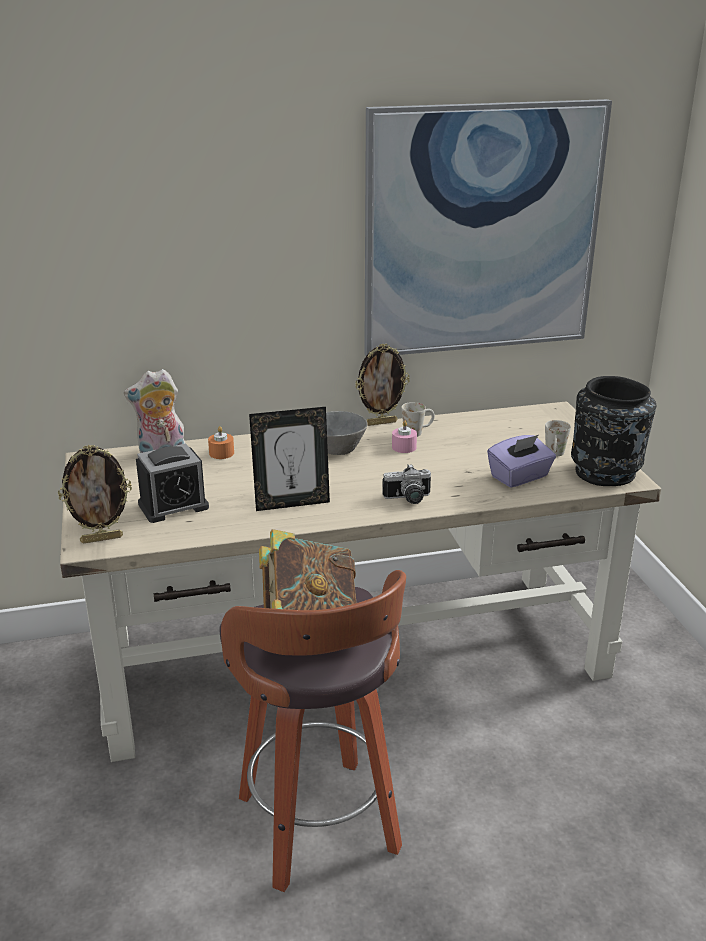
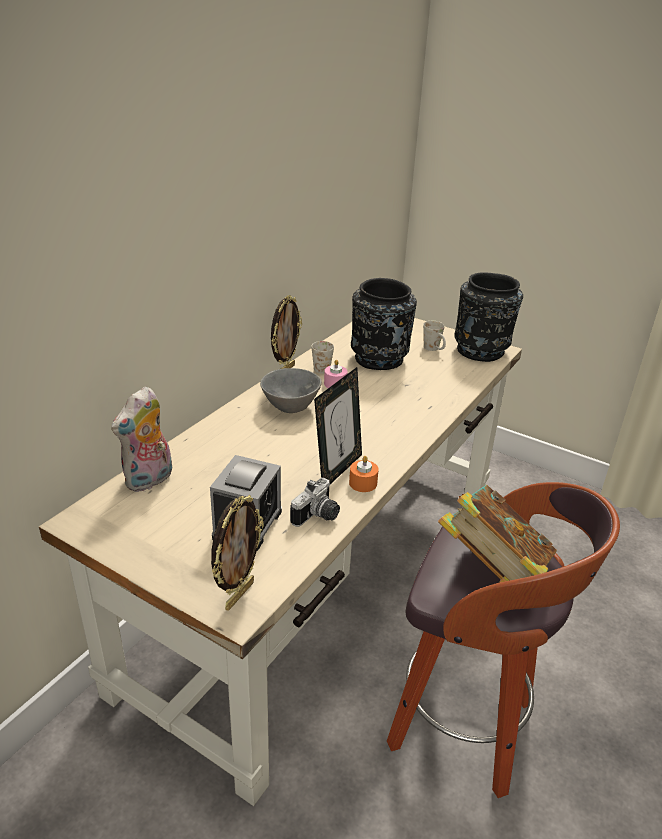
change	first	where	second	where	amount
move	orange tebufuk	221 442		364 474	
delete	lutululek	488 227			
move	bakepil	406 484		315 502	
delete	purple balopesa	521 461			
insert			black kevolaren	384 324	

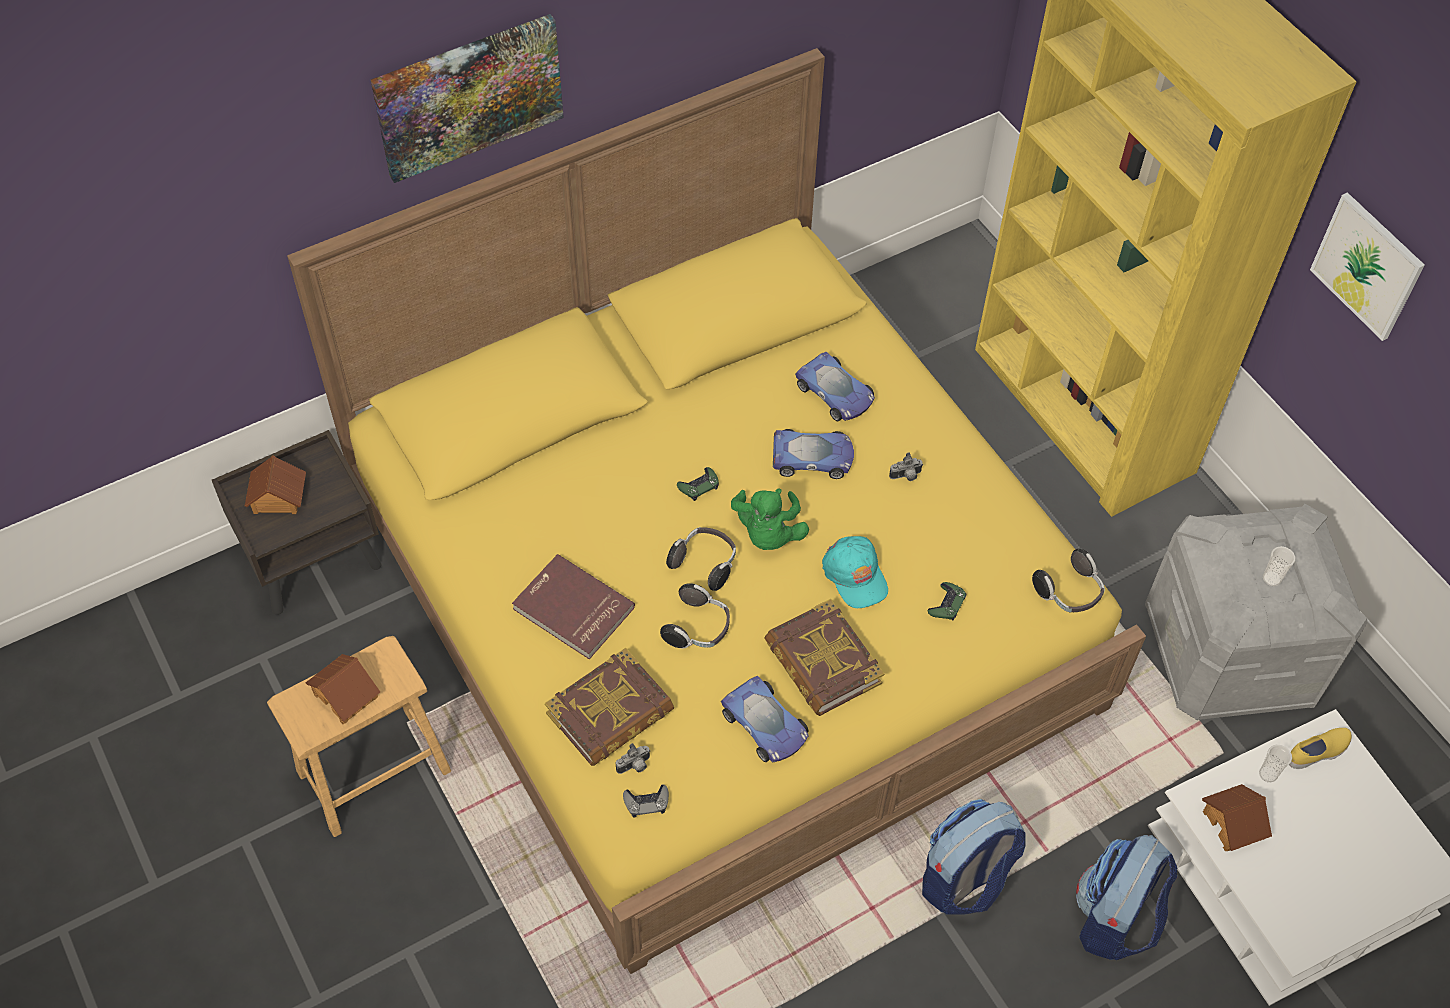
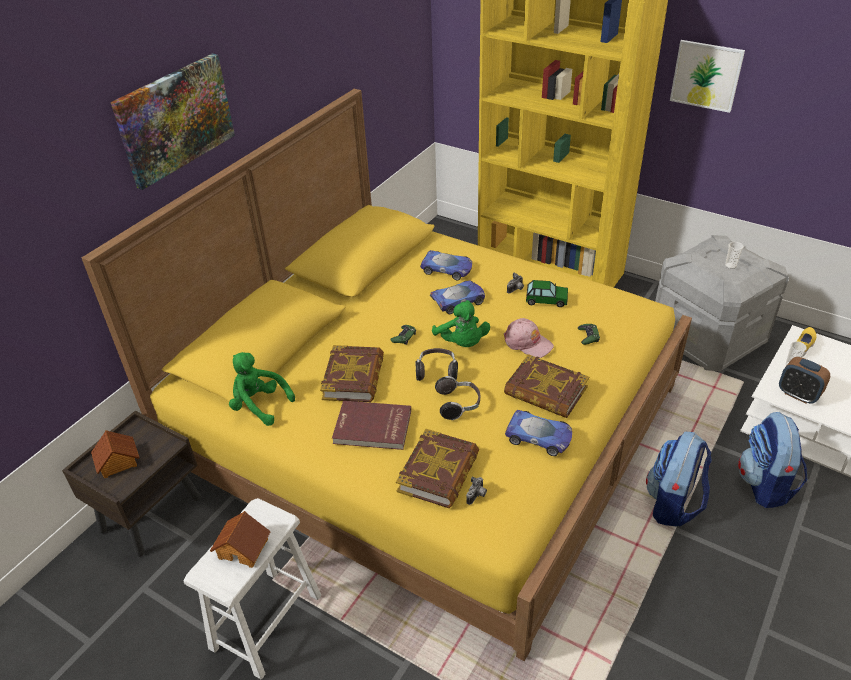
change	first	where	second	where	amount
recolor	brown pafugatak	359 736	white pafugatak	252 588	
delete	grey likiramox	646 801			
recolor	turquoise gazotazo	855 572	pink gazotazo	529 338	
delete	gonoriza	1068 581			
replace	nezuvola	1237 817	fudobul	804 380	
insert			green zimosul	262 389	
insert			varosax	352 373	
insert			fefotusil	547 293	

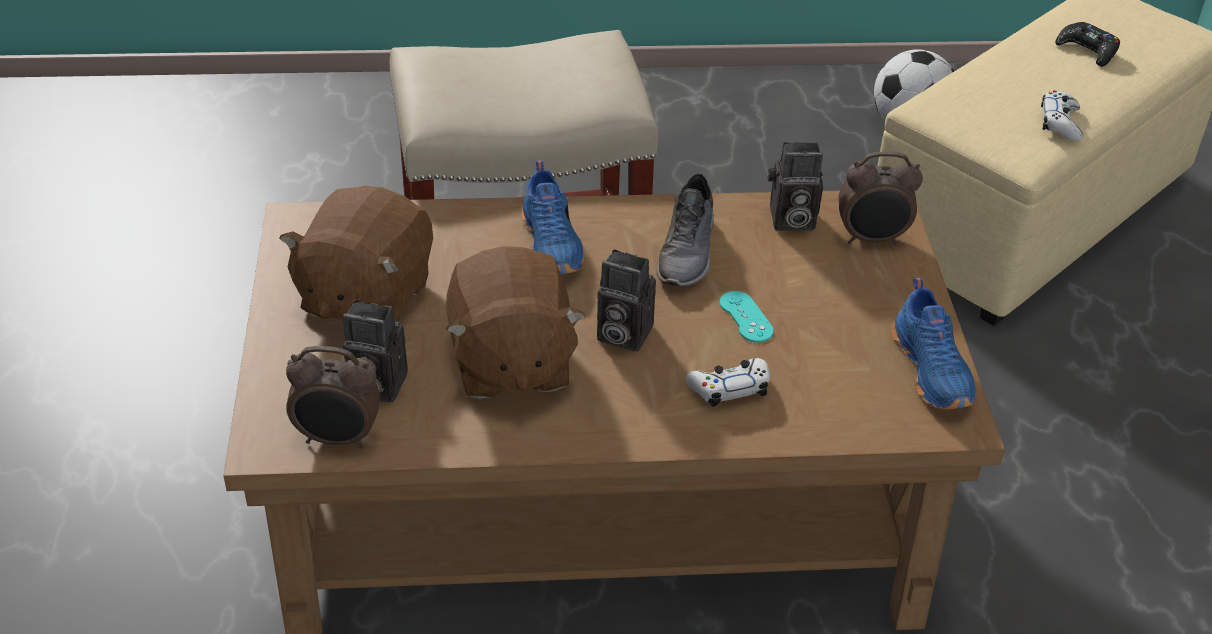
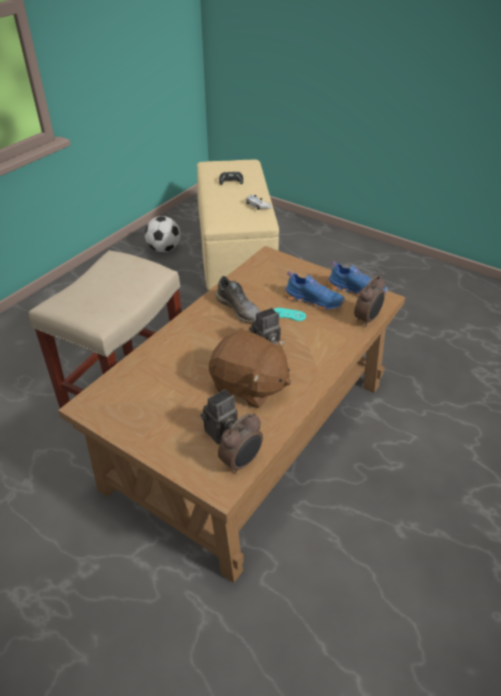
change	first	where	second	where	amount
delete	brown zimosul	356 254			
move	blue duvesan	552 217		314 290	
delete	white likiramox	728 382			
delete	bakepil	795 186			
move	fudobul	881 198		369 301	

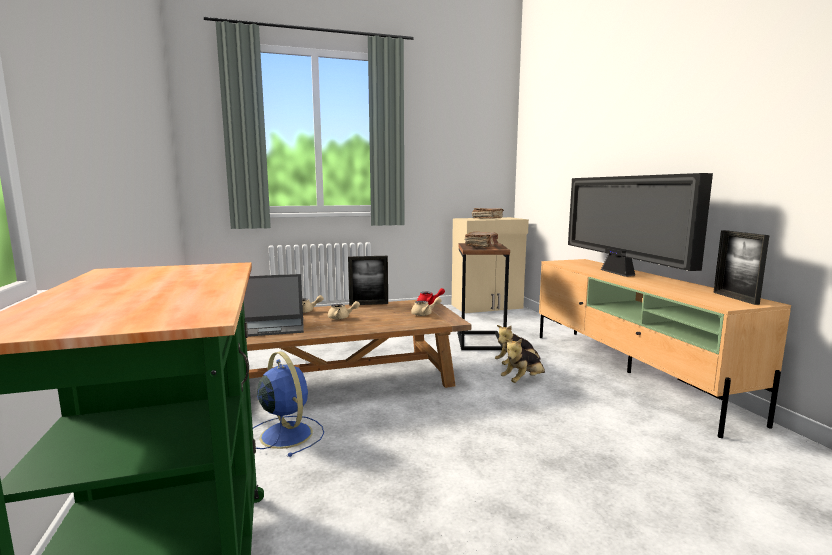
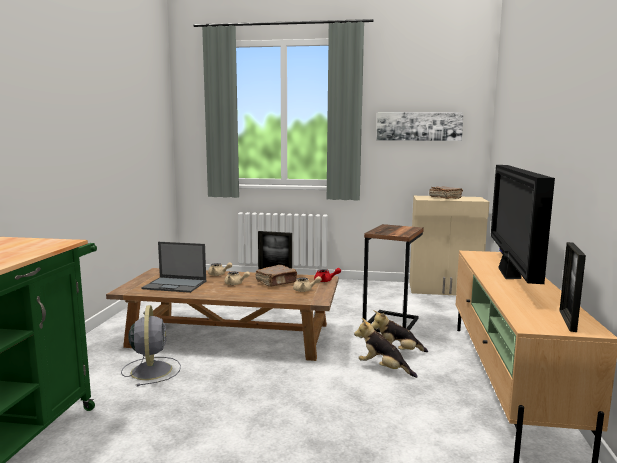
change	first	where	second	where	amount
recolor	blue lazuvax	288 404	grey lazuvax	151 345	
move	brown varosax	481 239		276 276	
rotate	zimosul	523 361		386 348	45 degrees clockwise
insert			lutululek	420 126	

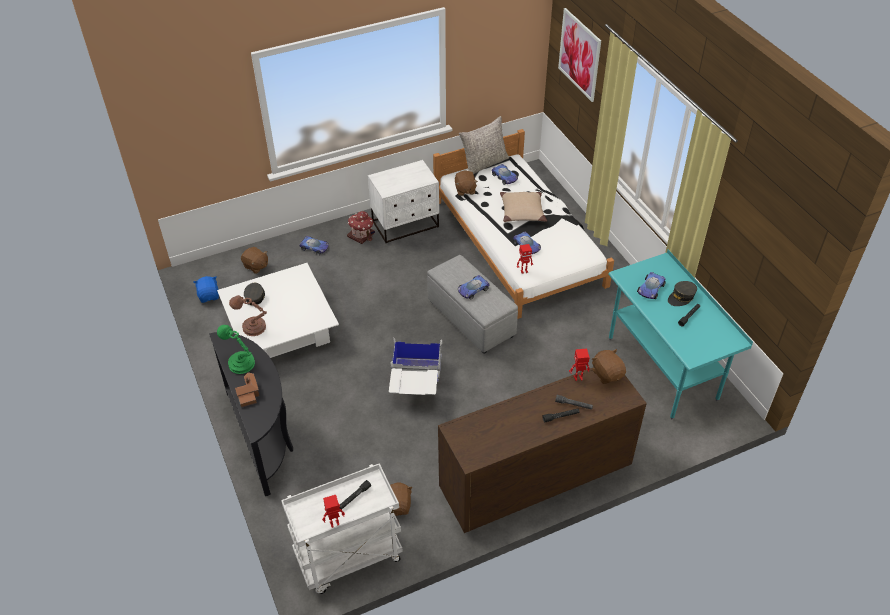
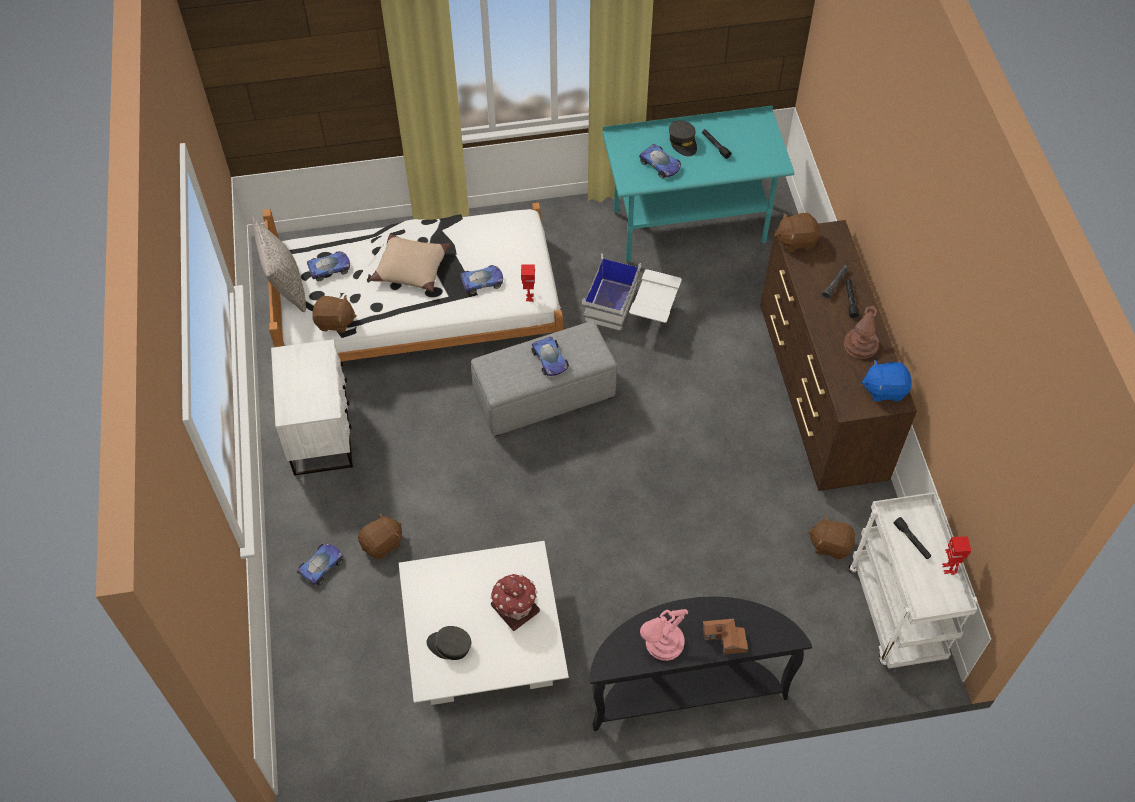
change	first	where	second	where	amount
move	blue zimosul	206 289		886 380	
recolor	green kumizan	236 349	pink kumizan	664 635	
move	brown kumizan	248 315		861 332	
move	brown zimosul	254 260		380 536	
move	nezuvola	361 227		515 602	
move	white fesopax	415 366		632 292	
delete	lutululek	579 55			
delete	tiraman	579 365			

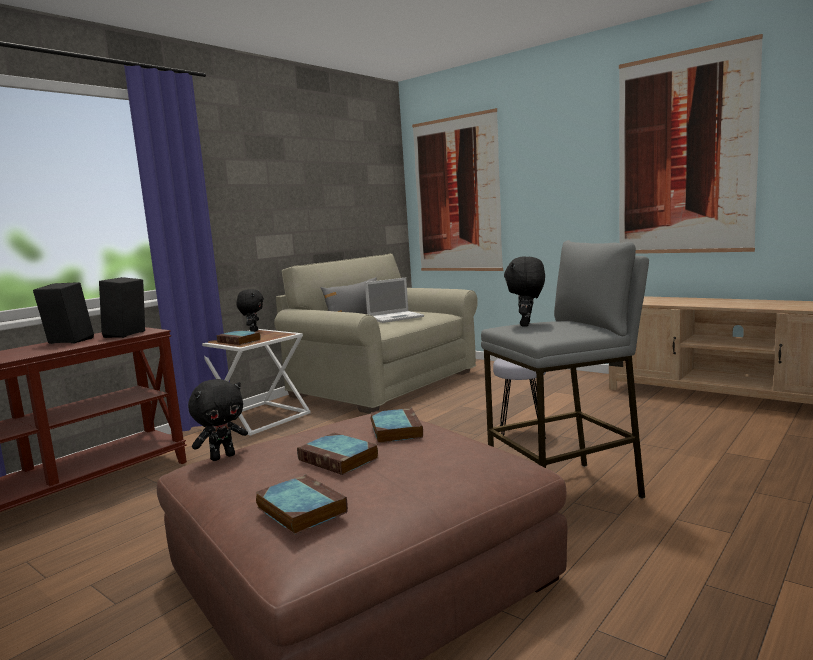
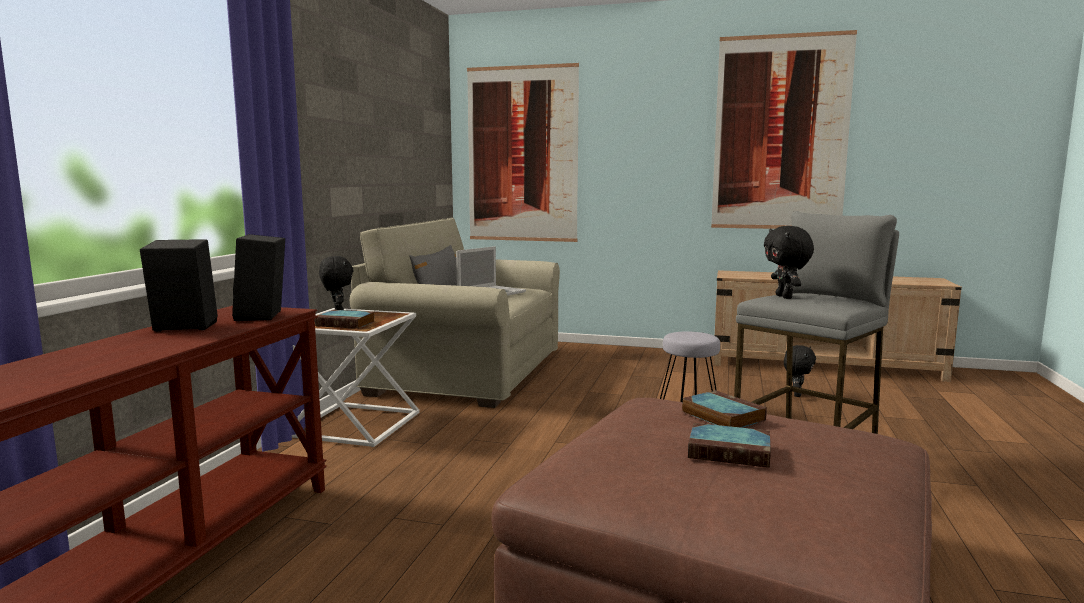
change	first	where	second	where	amount
move	black zimosul	218 420		800 371	
delete	varosax	301 504			

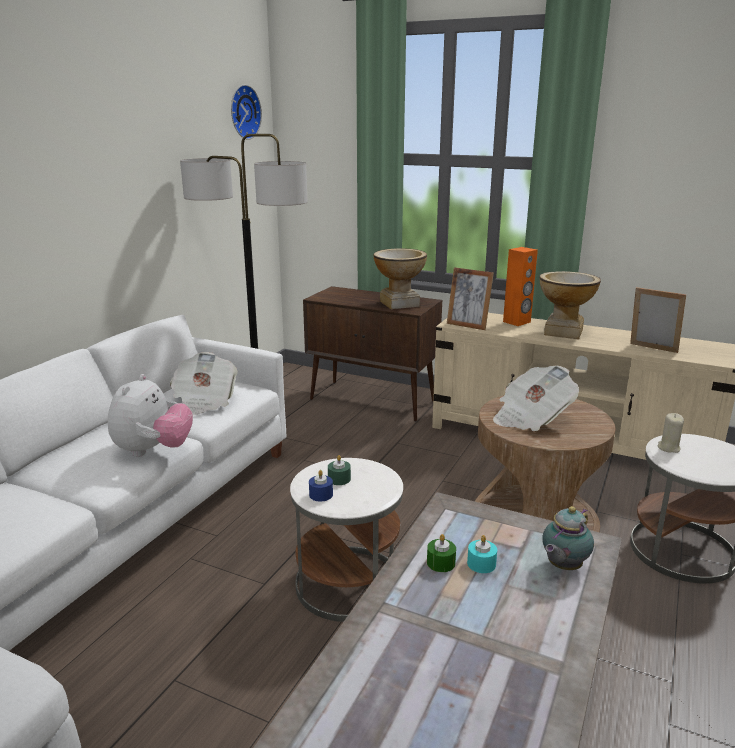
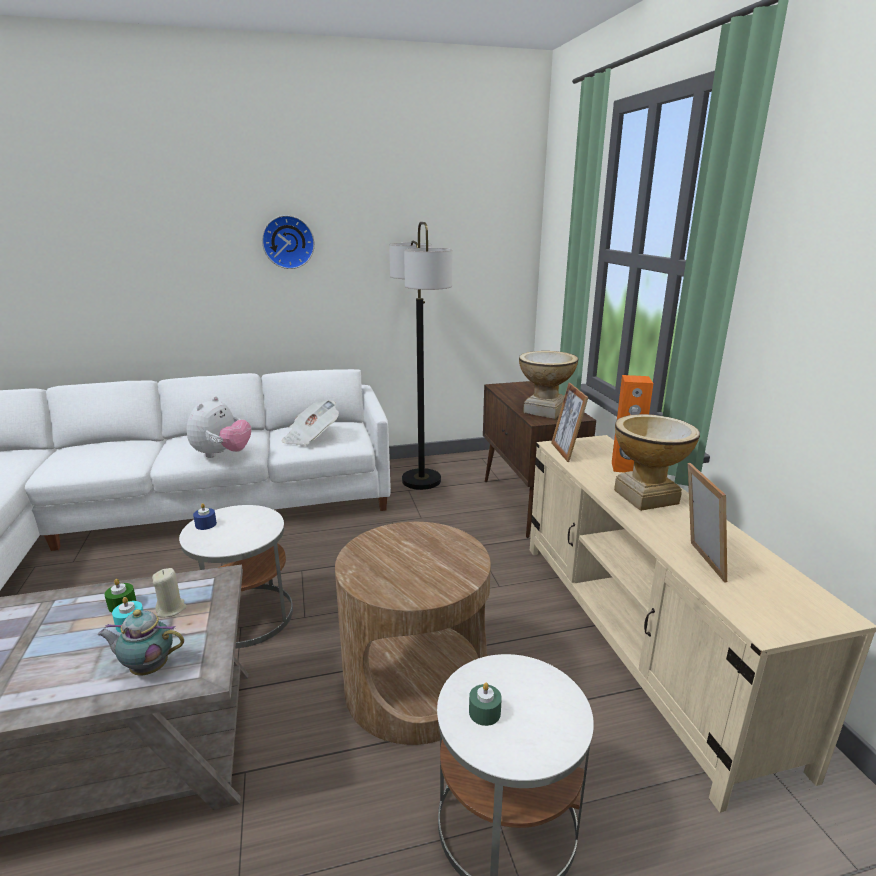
change	first	where	second	where	amount
rotate	zimosul	150 415		219 427	45 degrees counterclockwise
move	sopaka	246 112		288 242	
move	green tebufuk	339 470		485 704	
delete	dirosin	536 398			
move	beige tebufuk	671 433		169 593	

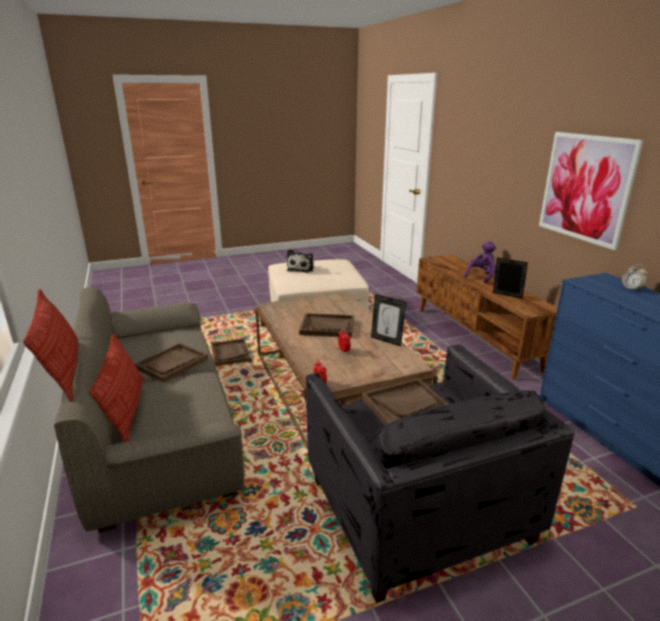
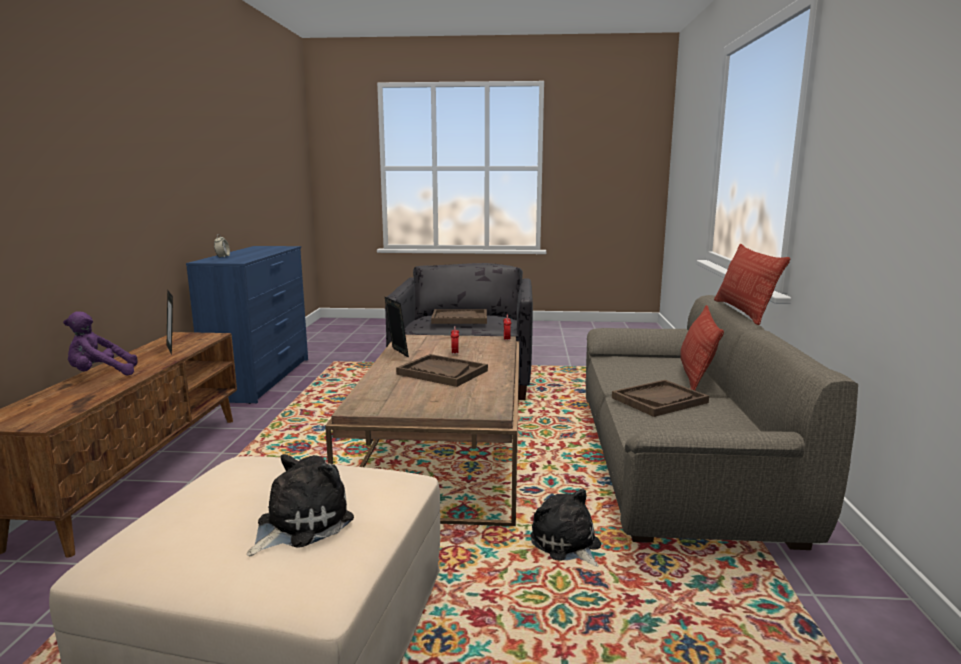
change	first	where	second	where	amount
replace	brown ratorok	231 352	zimosul	566 527	
delete	lutululek	591 191			

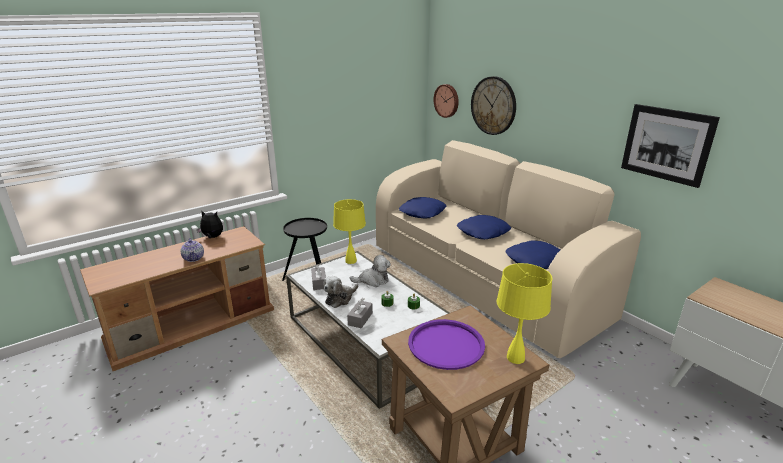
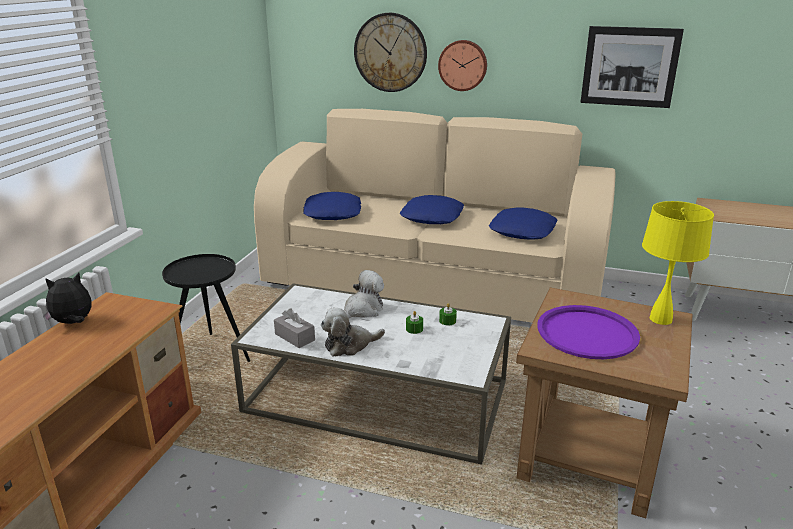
change	first	where	second	where	amount
delete	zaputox	192 250			
rotate	zimosul	340 292		353 332	60 degrees clockwise
delete	yellow kumizan	349 231			
delete	grey balopesa	360 313			
move	sopaka	446 101		462 65	

